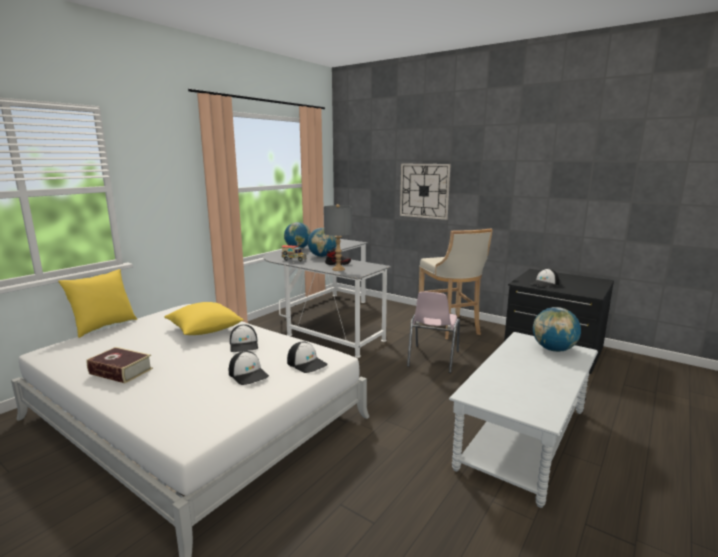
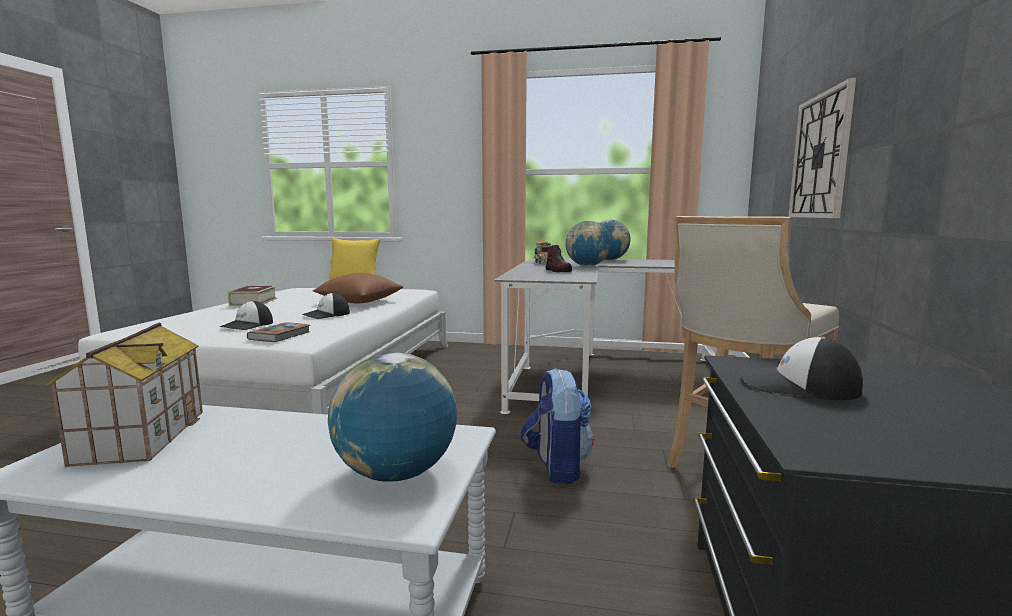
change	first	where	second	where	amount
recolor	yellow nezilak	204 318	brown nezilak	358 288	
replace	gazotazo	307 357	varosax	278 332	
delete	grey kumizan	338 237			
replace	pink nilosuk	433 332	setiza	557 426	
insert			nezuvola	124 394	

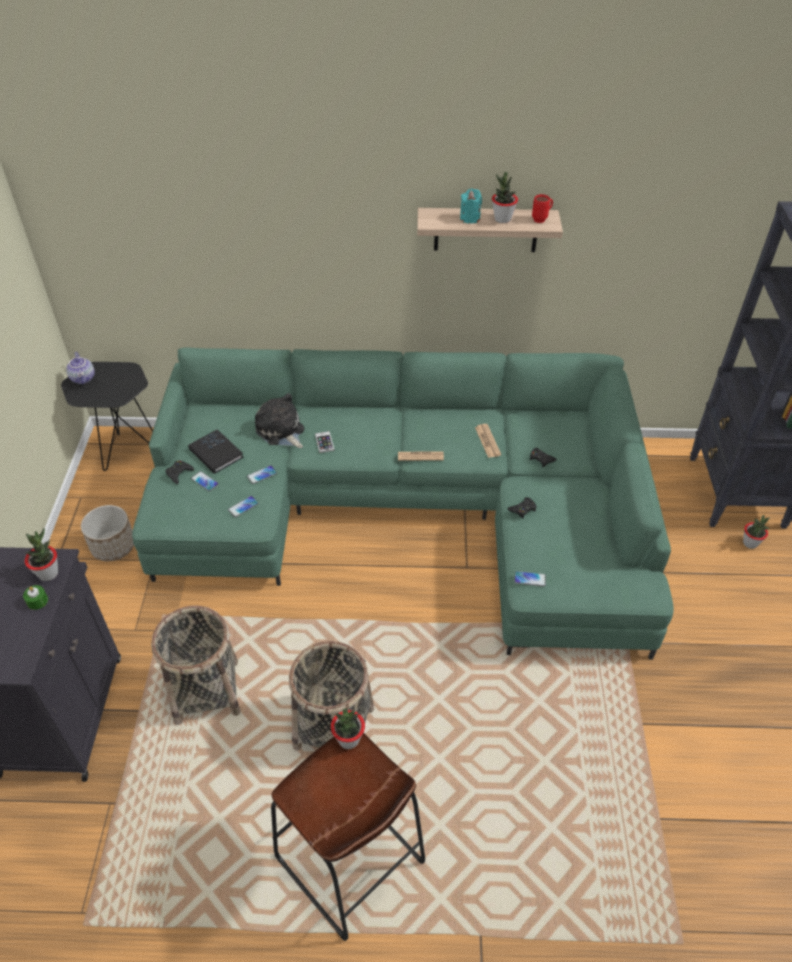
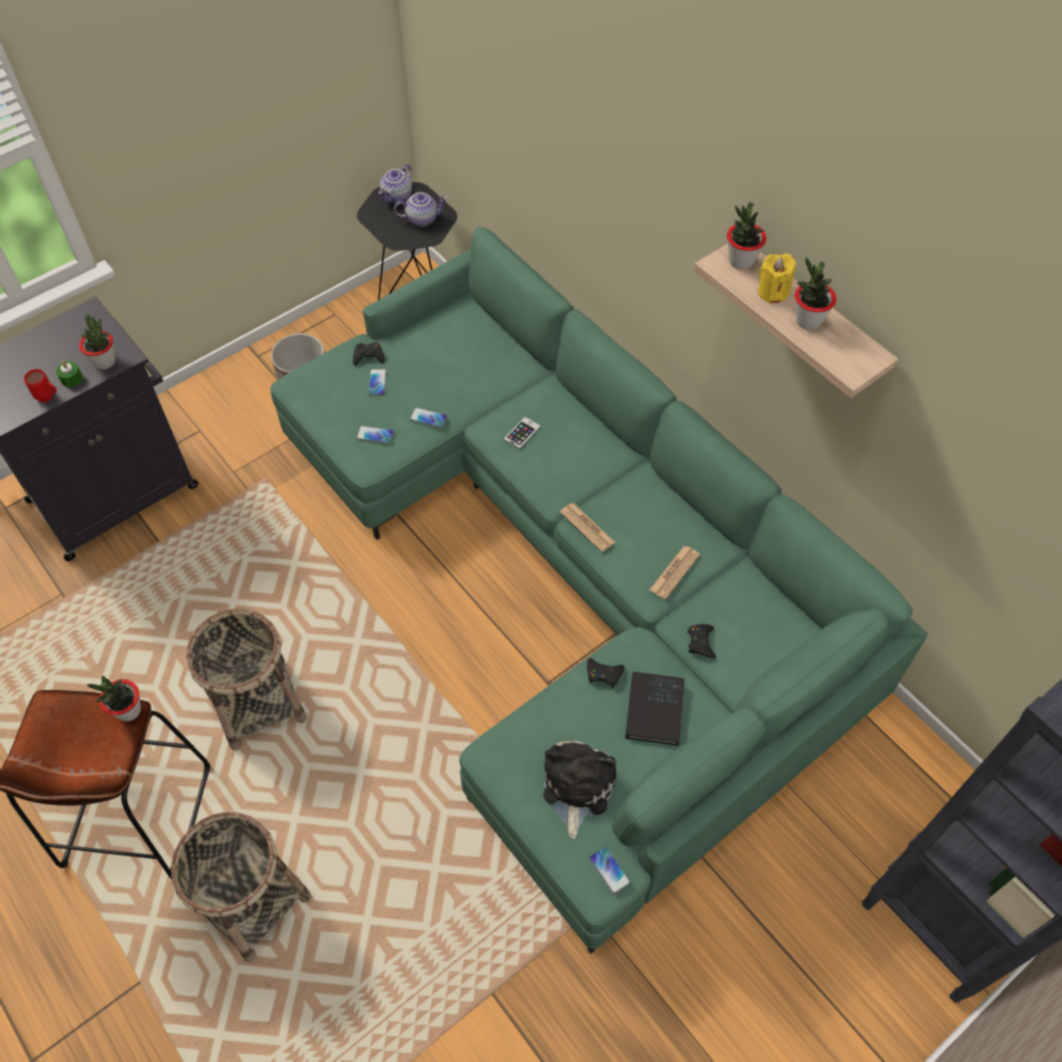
change	first	where	second	where	amount
move	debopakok	196 665		240 887	
move	black varosax	216 451		655 709	
move	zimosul	279 420		579 790	
recolor	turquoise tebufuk	471 206	yellow tebufuk	776 279	
move	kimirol	530 578		610 870	
move	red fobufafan	542 208		40 385	
move	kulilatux	756 532		747 236	
insert			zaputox	420 209	

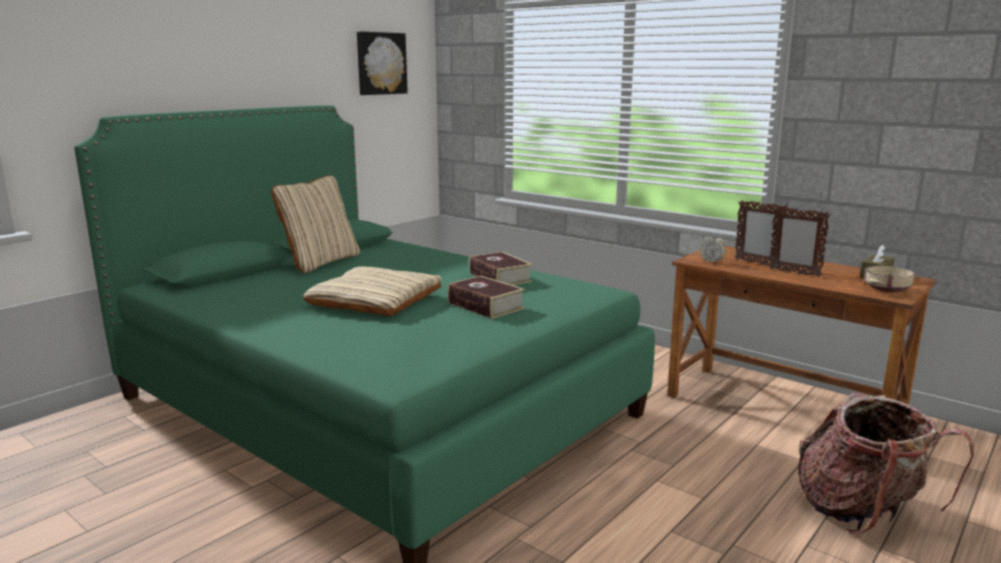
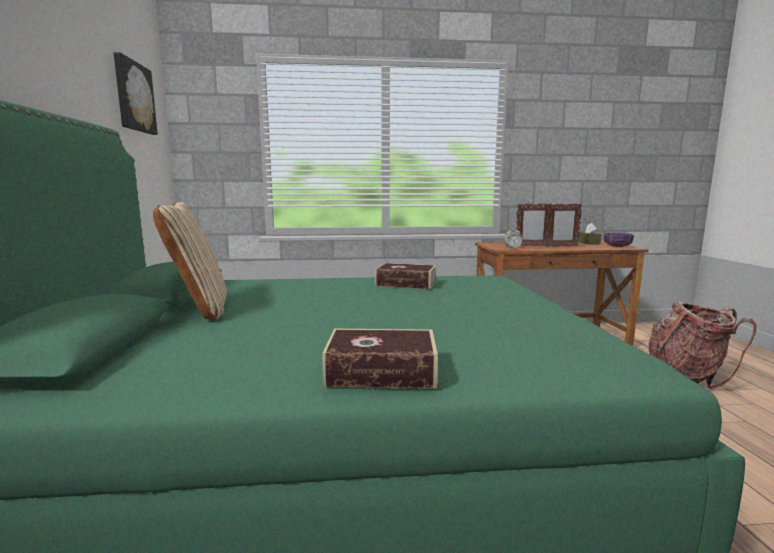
change	first	where	second	where	amount
delete	beige nezilak	372 291			
move	varosax	486 297		380 358	
recolor	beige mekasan	889 279	purple mekasan	619 240	

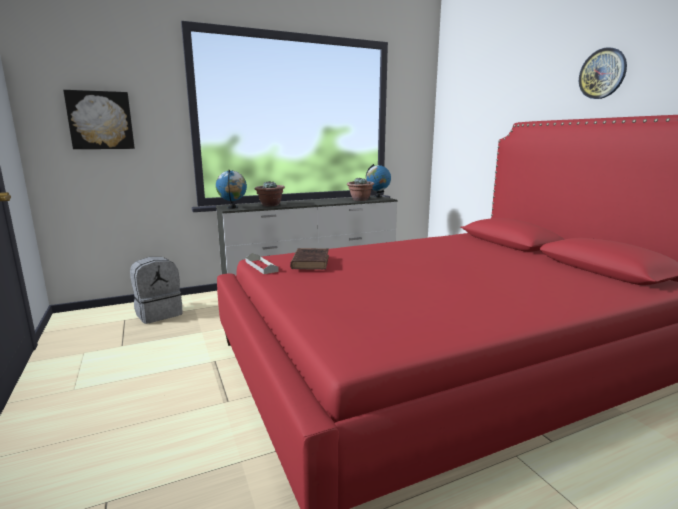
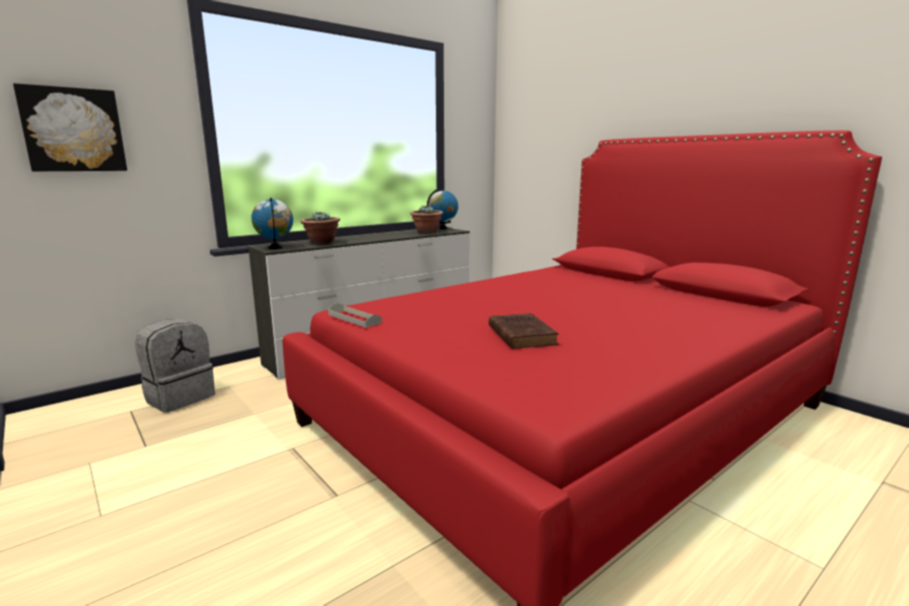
change	first	where	second	where	amount
move	brown varosax	309 259		524 331	
delete	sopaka	603 73			

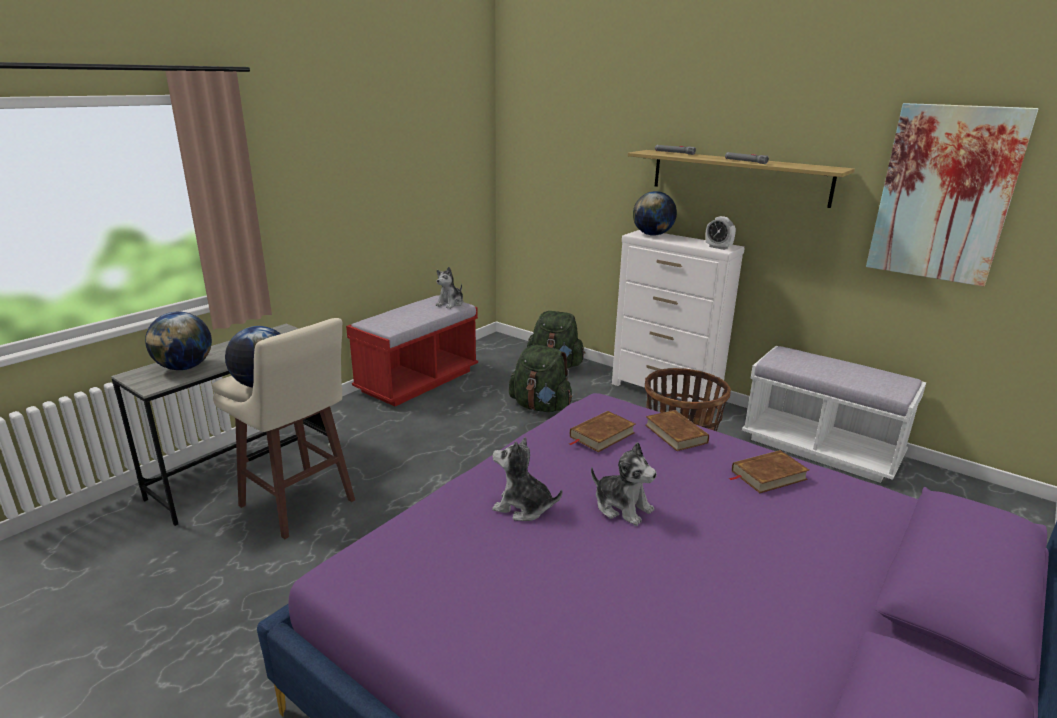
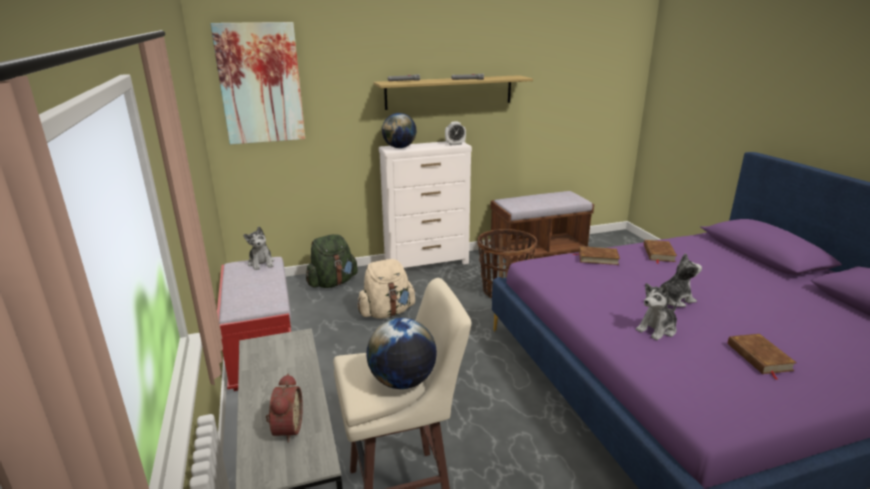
change	first	where	second	where	amount
replace	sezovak	178 340	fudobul	284 408	
recolor	green setiza	540 378	beige setiza	386 289	
move	brown varosax	603 431		762 357	
recolor	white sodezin	834 414	brown sodezin	541 227	
move	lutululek	952 195		257 83	

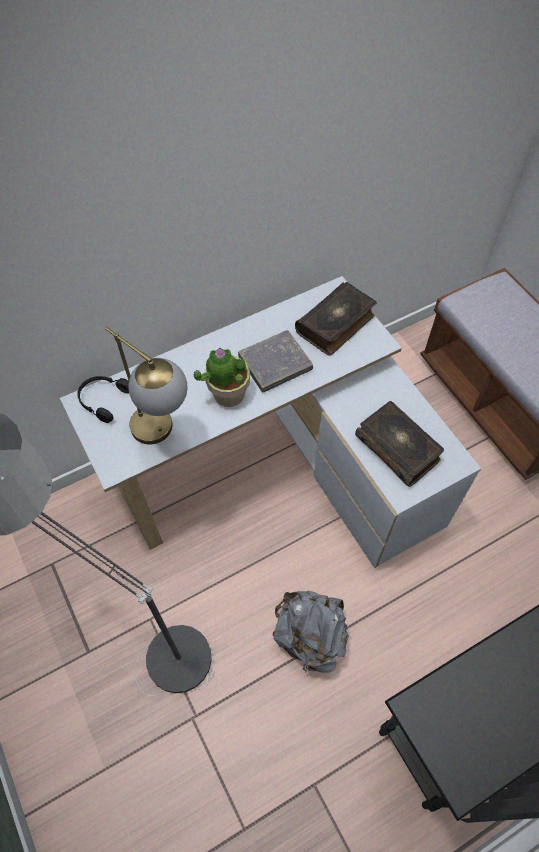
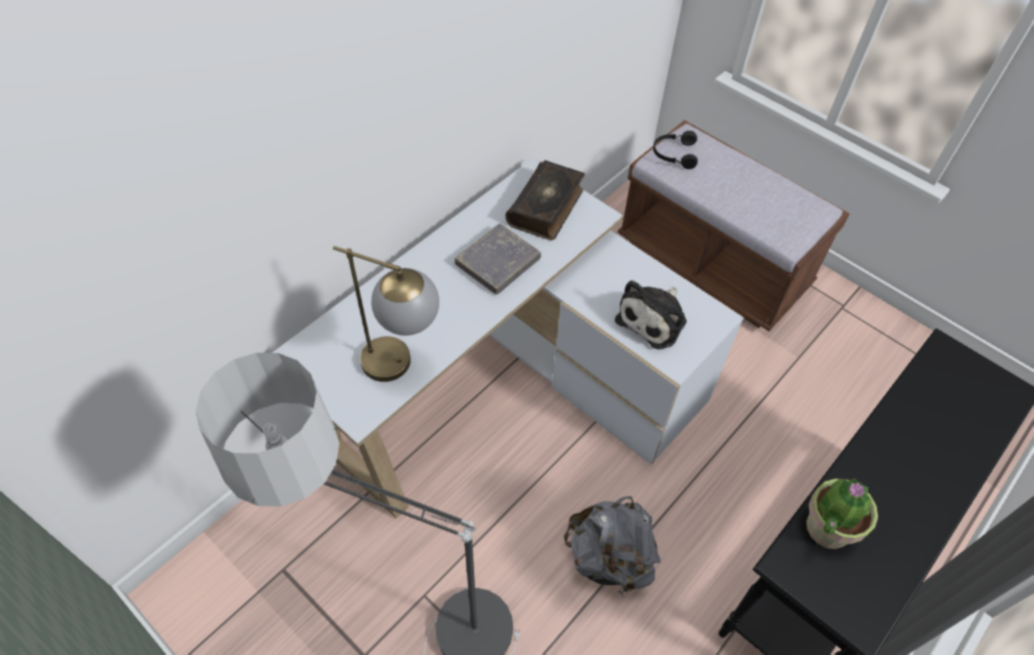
change	first	where	second	where	amount
move	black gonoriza	103 399		675 150	
move	kulilatux	222 377		842 513	
replace	varosax	399 444	zimosul	651 315	

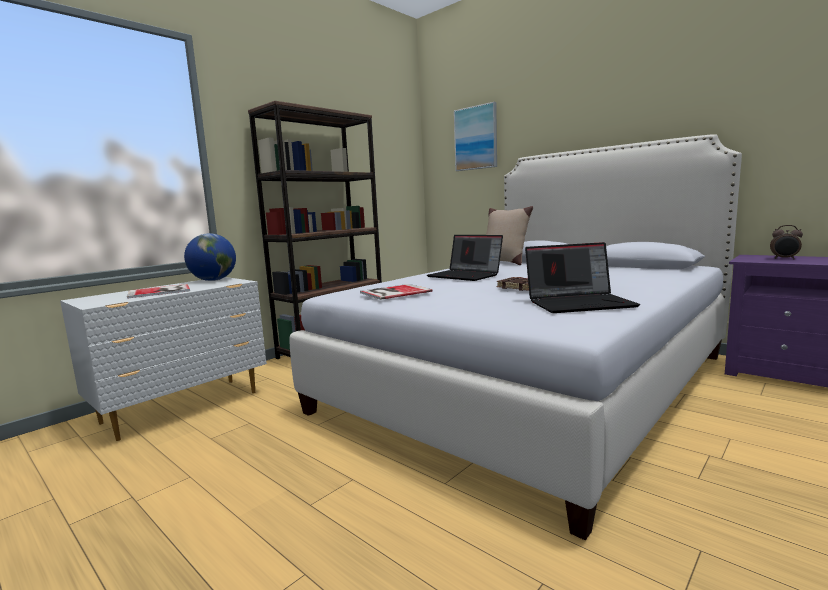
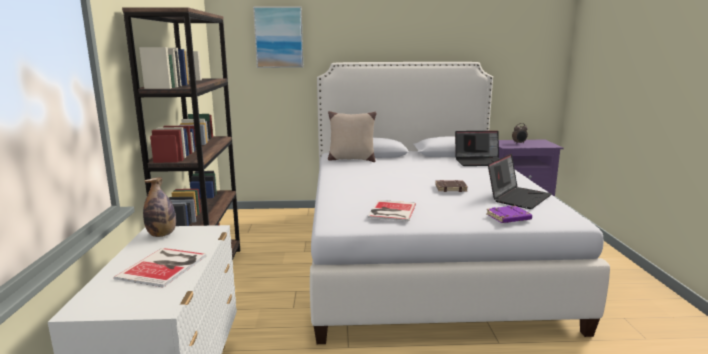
change	first	where	second	where	amount
replace	sezovak	210 257	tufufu	159 207	
move	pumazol	465 258		477 148	
insert			purple varosax	509 214	

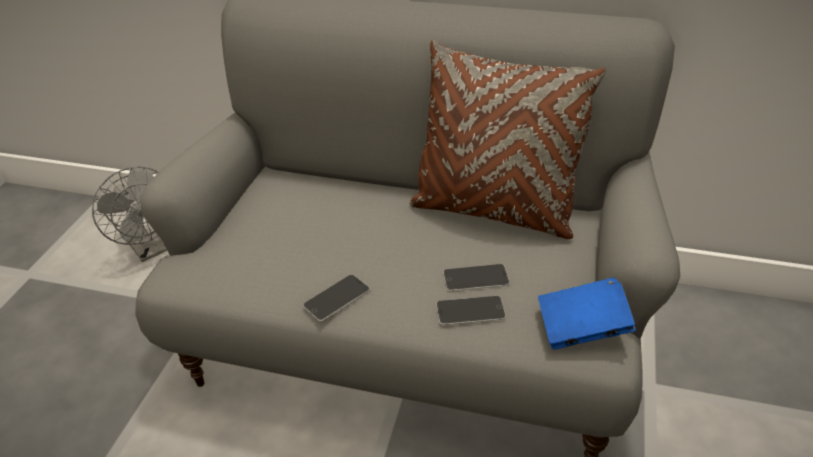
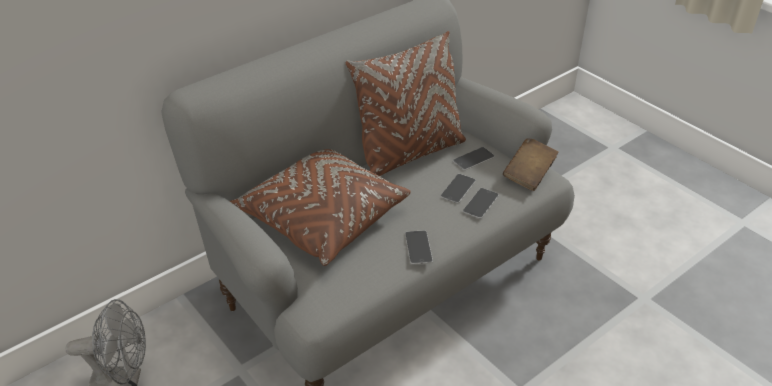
change	first	where	second	where	amount
recolor	blue varosax	587 313	brown varosax	531 164	
insert			brown nezilak	320 207	
insert			kimirol	474 158	

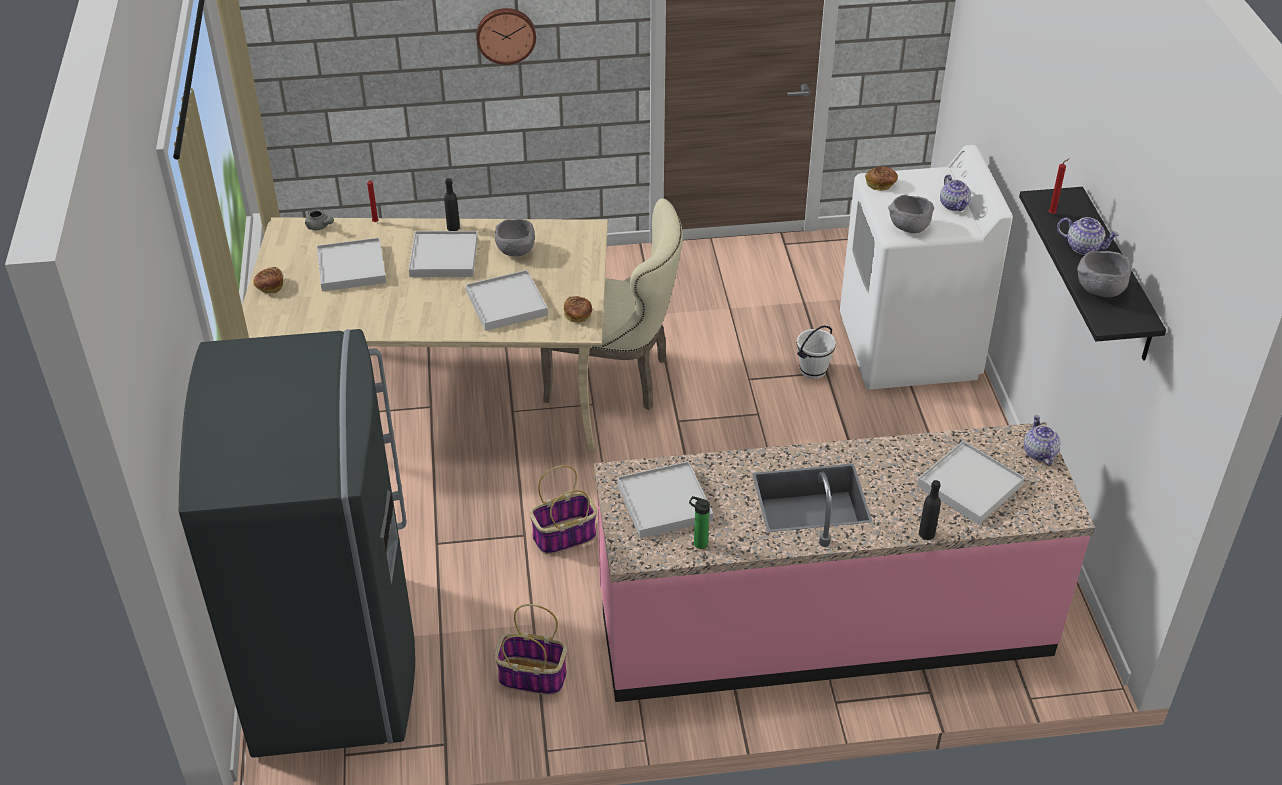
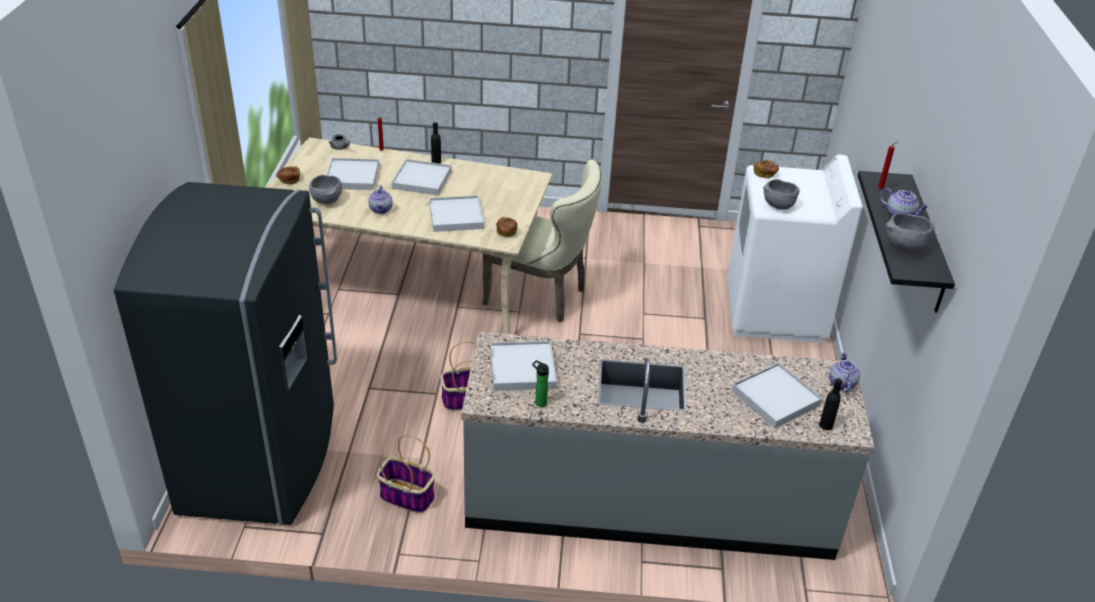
change	first	where	second	where	amount
delete	sopaka	506 36			
move	grey mekasan	515 238		325 189	
recolor	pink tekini	844 562	grey tekini	667 446	
delete	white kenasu	816 352			
move	black tufufu	930 510		830 404	
move	zaputox	955 193		380 199	

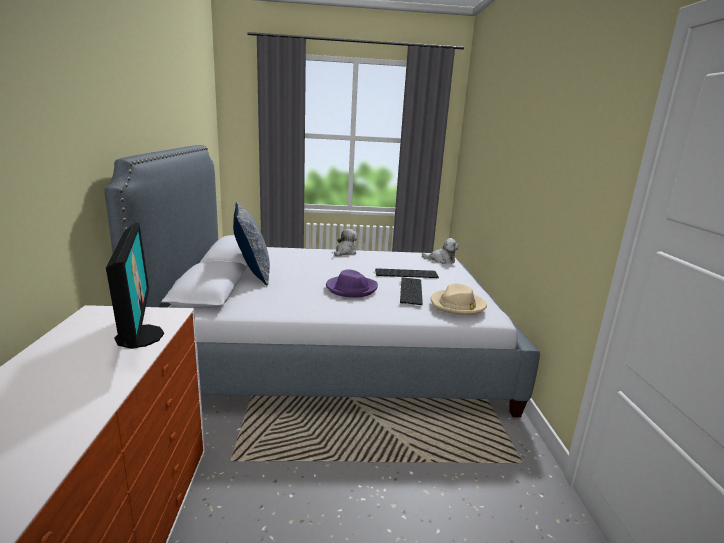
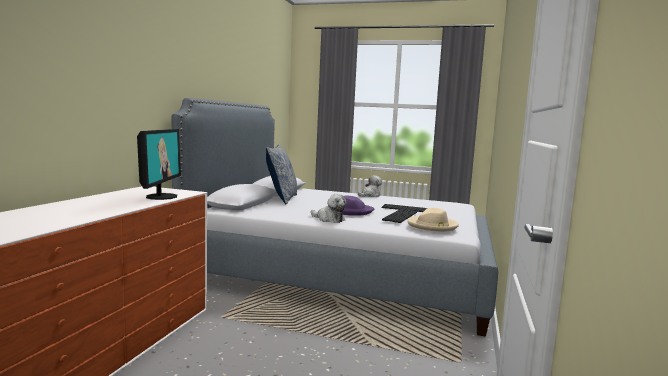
change	first	where	second	where	amount
move	zimosul	440 251		329 208	

